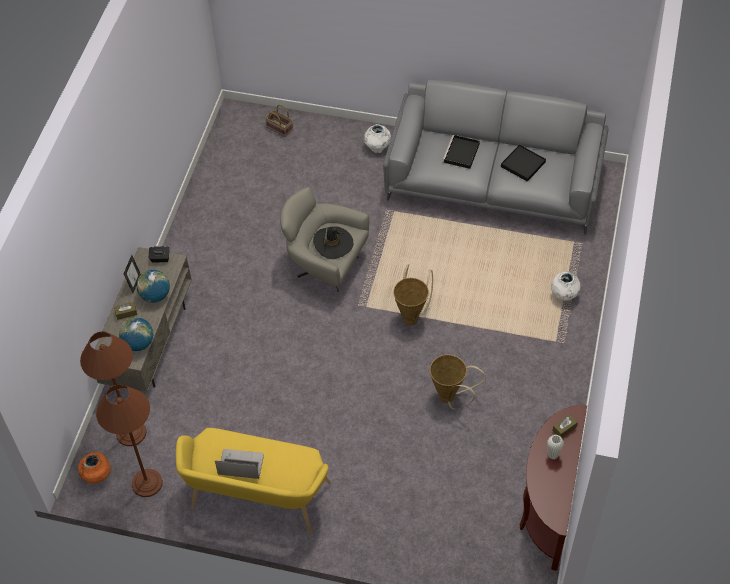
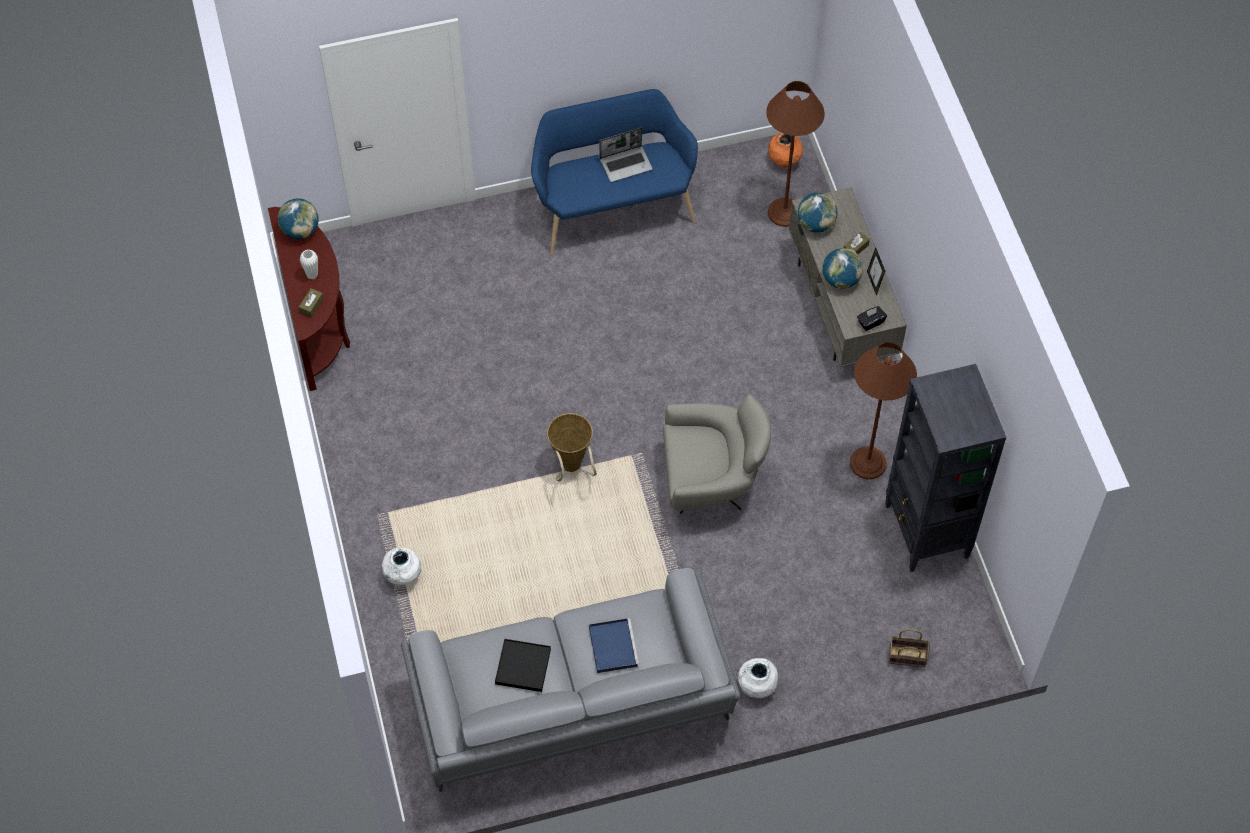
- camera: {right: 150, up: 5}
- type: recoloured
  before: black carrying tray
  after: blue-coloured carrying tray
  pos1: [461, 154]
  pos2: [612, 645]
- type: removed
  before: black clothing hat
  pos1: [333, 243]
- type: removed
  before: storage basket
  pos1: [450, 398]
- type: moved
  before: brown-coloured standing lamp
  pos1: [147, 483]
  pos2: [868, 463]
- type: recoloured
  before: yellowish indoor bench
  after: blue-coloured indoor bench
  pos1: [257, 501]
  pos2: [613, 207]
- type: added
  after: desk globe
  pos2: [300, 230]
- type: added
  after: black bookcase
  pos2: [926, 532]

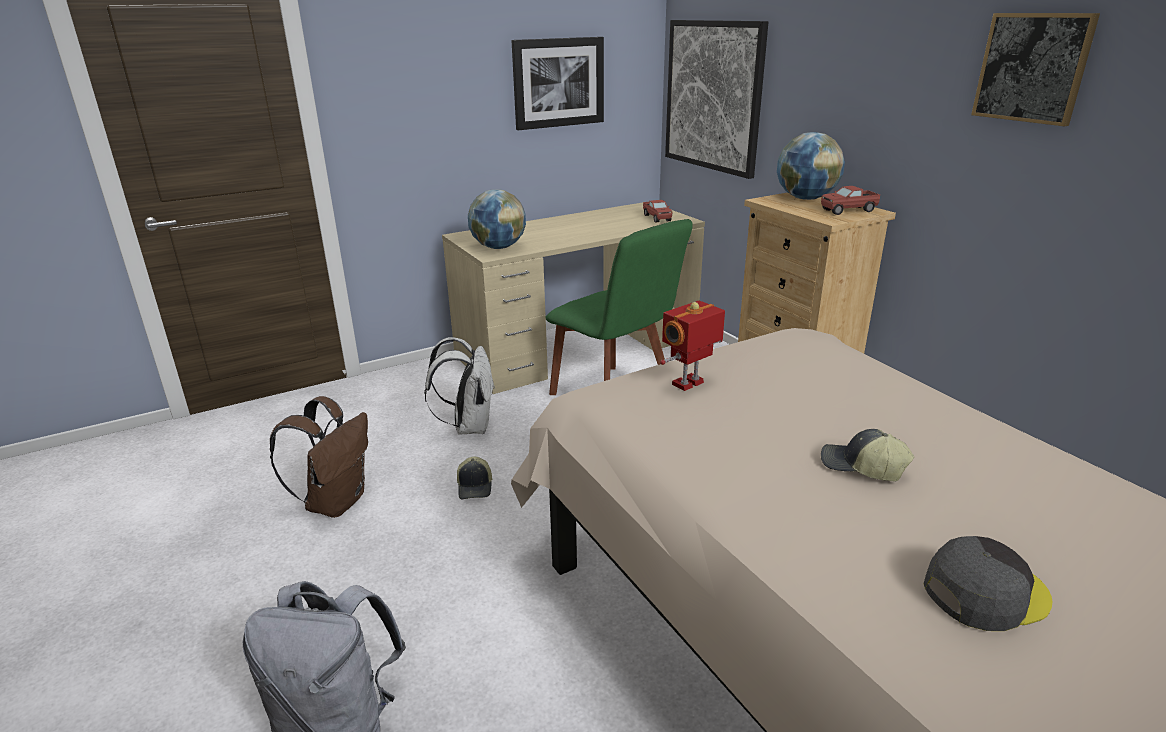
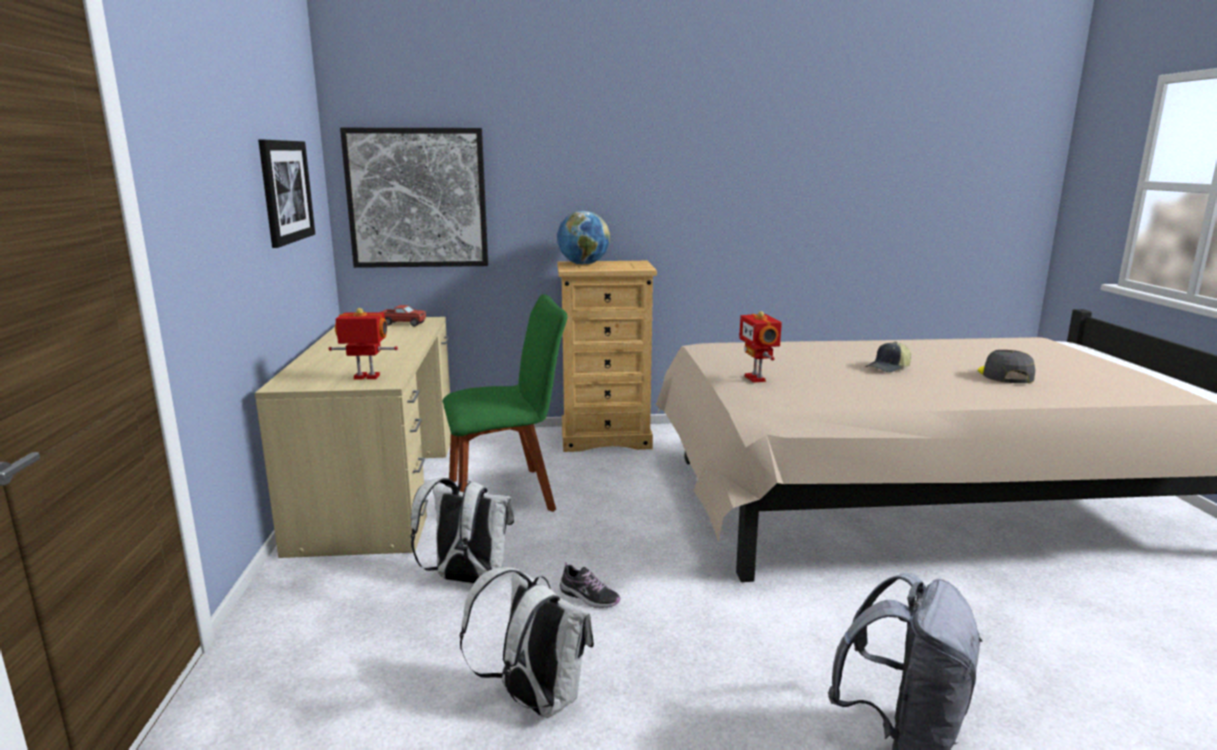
- camera: {right: -65, up: -10}
- type: removed
  before: picture
  pos1: [1032, 68]
- type: removed
  before: model truck
  pos1: [848, 210]
- type: replaced
  before: desk globe
  after: toy robot
  pos1: [498, 247]
  pos2: [366, 377]
- type: recoloured
  before: brown-coloured rucksack
  after: whitish rucksack
  pos1: [336, 501]
  pos2: [534, 699]
- type: replaced
  before: cap
  after: shoe
  pos1: [475, 486]
  pos2: [589, 597]

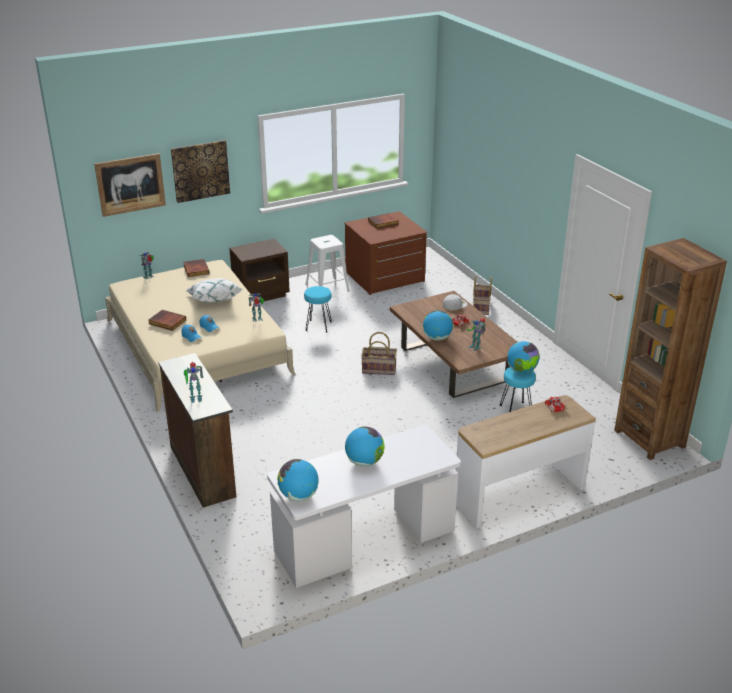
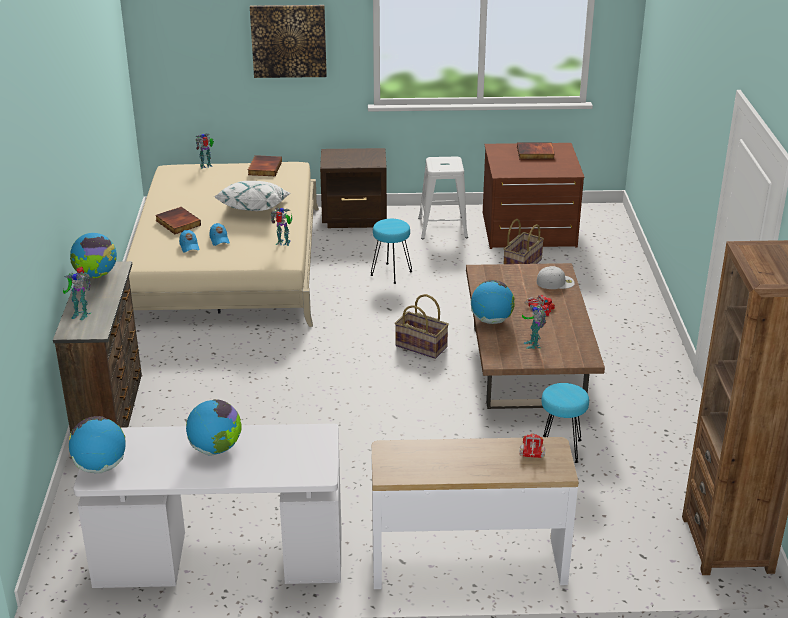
- camera: {right: 25, up: 0}
- type: removed
  before: picture
  pos1: [130, 184]
- type: moved
  before: storage basket
  pos1: [480, 307]
  pos2: [522, 265]
- type: moved
  before: desk globe
  pos1: [522, 370]
  pos2: [96, 275]

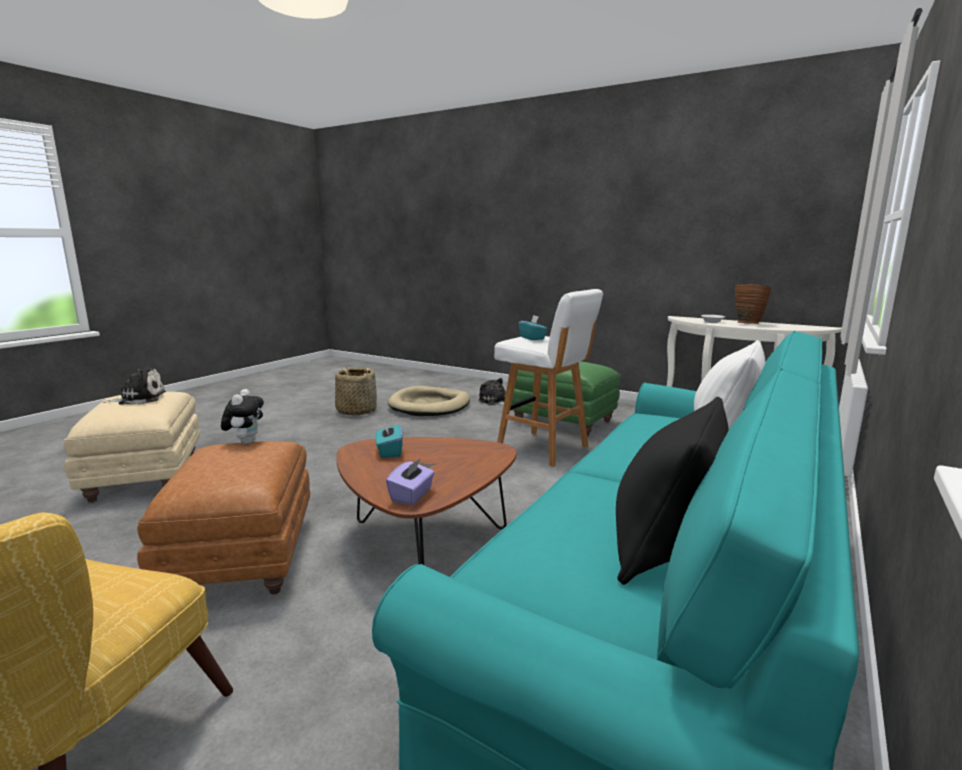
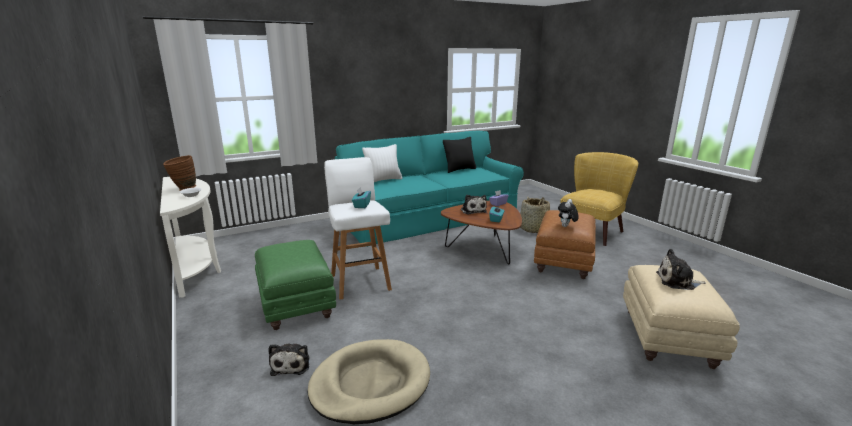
- camera: {right: -150, up: 5}
- type: moved
  before: storage basket
  pos1: [356, 411]
  pos2: [534, 229]
- type: added
  after: cuddly toy
  pos2: [473, 210]

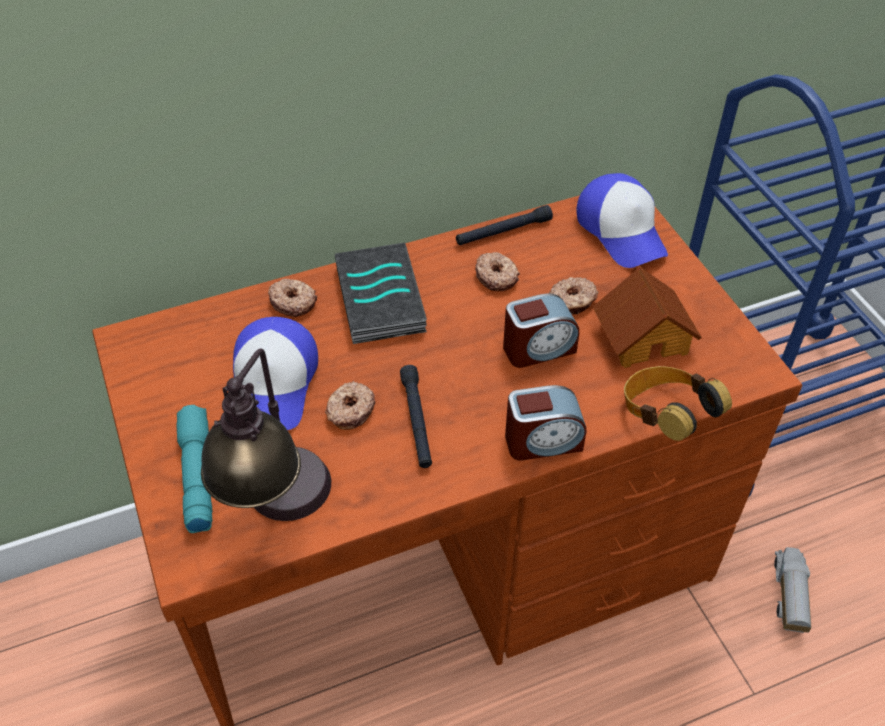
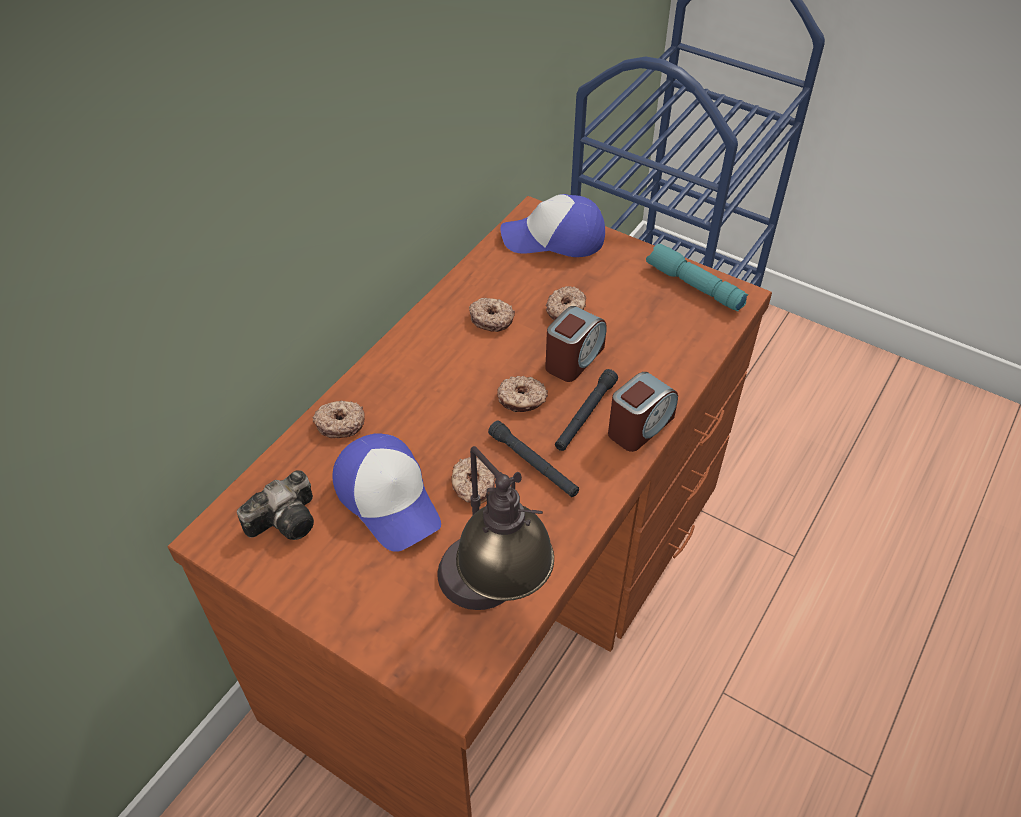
- camera: {right: -35, up: 0}
- type: turned
  before: cap
  pos1: [621, 231]
  pos2: [554, 238]
  turn: 150
- type: moved
  before: black hand torch
  pos1: [503, 232]
  pos2: [585, 415]
- type: removed
  before: volume
  pos1: [382, 300]
- type: removed
  before: miniature house
  pos1: [643, 336]
- type: removed
  before: pair of headphones
  pos1: [665, 416]
- type: moved
  before: turquoise-coloured hand torch
  pos1: [196, 474]
  pos2: [693, 286]
- type: removed
  before: model truck
  pos1: [788, 596]
- type: added
  after: doughnut
  pos2: [522, 400]
- type: added
  after: still camera
  pos2: [288, 518]

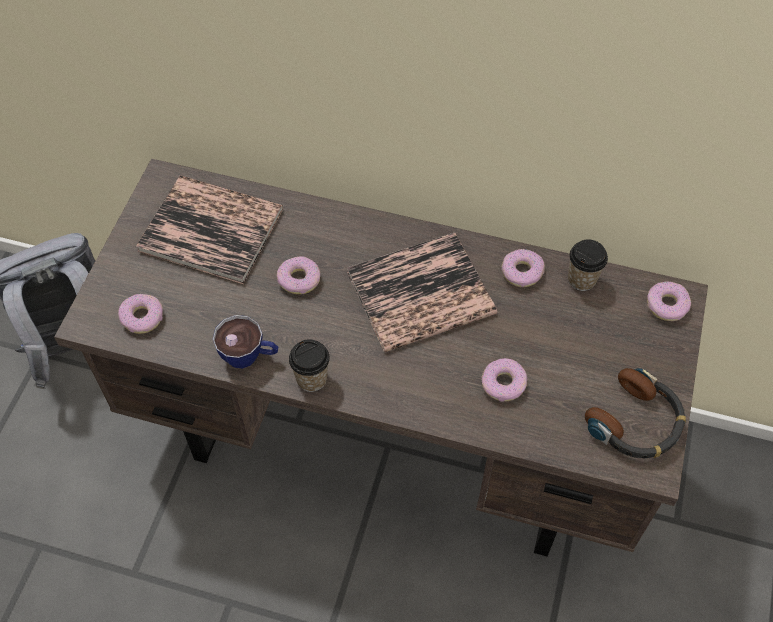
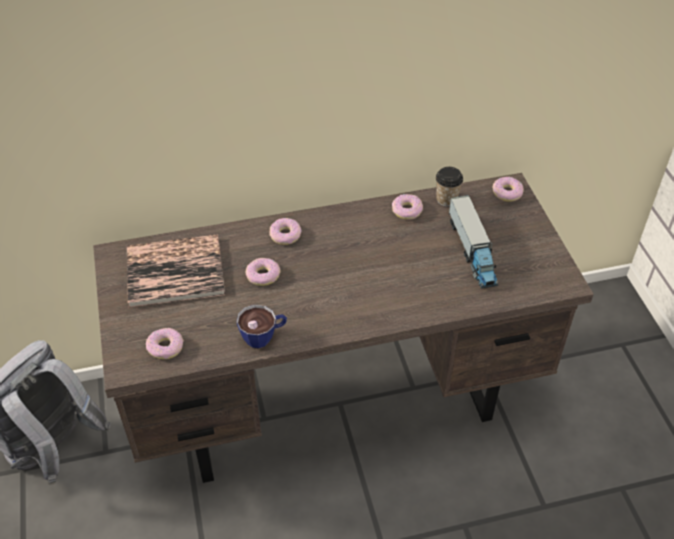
- camera: {right: -30, up: -10}
- type: removed
  before: volume
  pos1: [421, 293]
- type: removed
  before: drinking cup
  pos1: [311, 379]
- type: moved
  before: doughnut
  pos1: [503, 384]
  pos2: [285, 235]
- type: removed
  before: pair of headphones
  pos1: [636, 423]
- type: added
  after: model truck
  pos2: [472, 251]

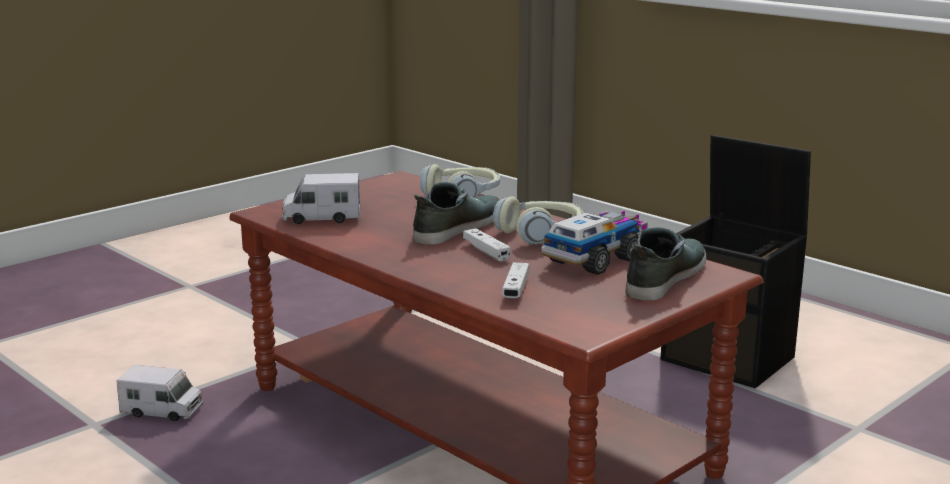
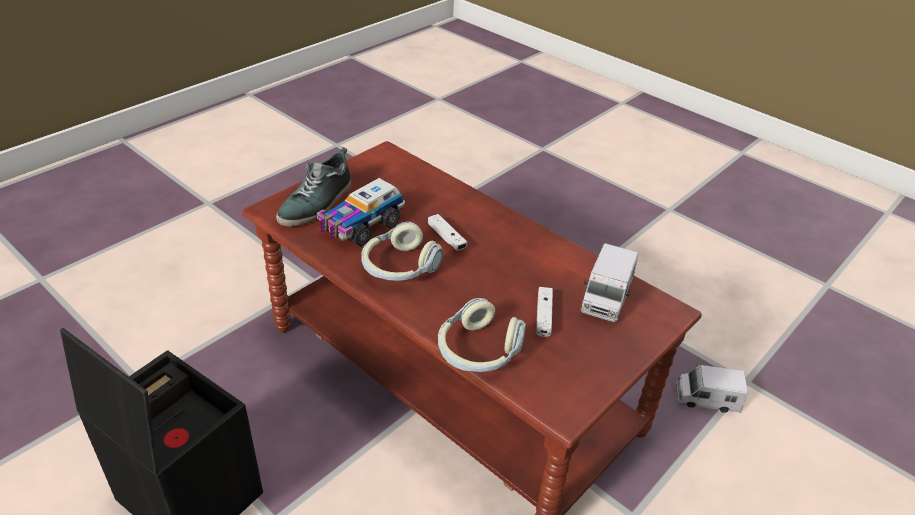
- camera: {right: 175, up: 20}
- type: turned
  before: model truck
  pos1: [322, 218]
  pos2: [606, 298]
  turn: 120
- type: removed
  before: shoe
  pos1: [457, 227]
- type: moved
  before: whitish game controller
  pos1: [515, 289]
  pos2: [543, 316]

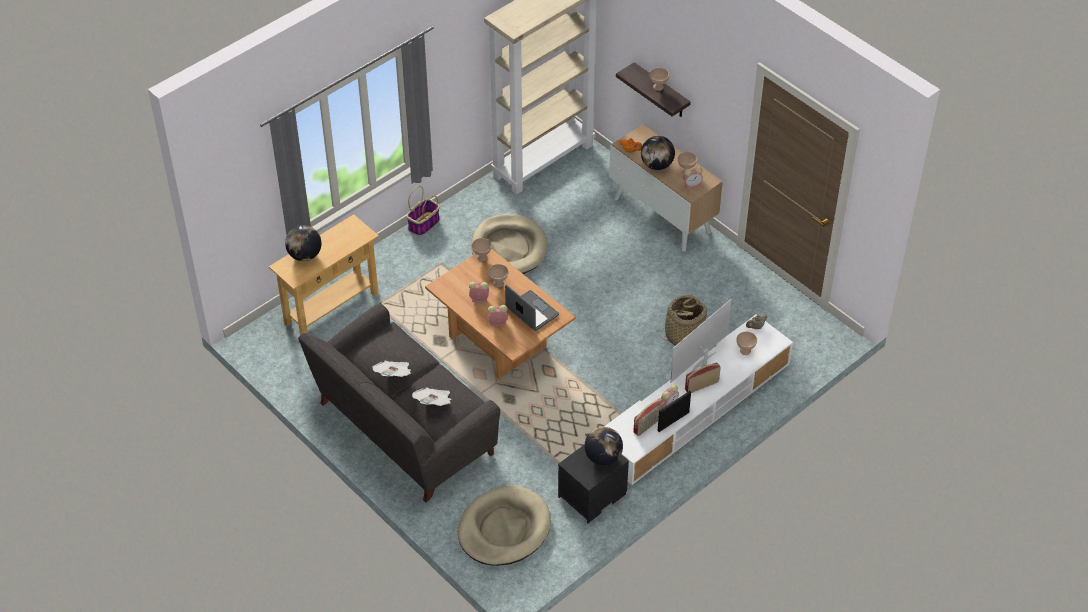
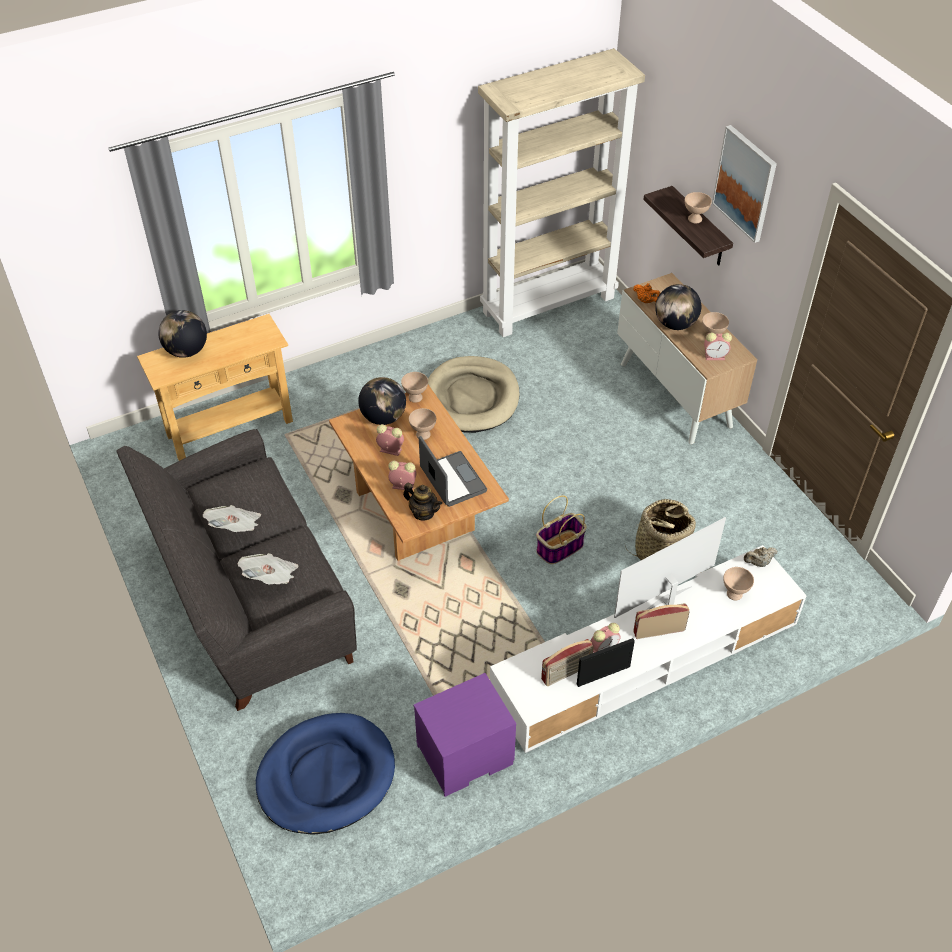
- camera: {right: 15, up: 0}
- type: moved
  before: storage basket
  pos1: [423, 224]
  pos2: [559, 548]
- type: moved
  before: desk globe
  pos1: [603, 457]
  pos2: [383, 417]
- type: recoloured
  before: black bedside table
  after: purple bedside table
  pos1: [592, 497]
  pos2: [464, 757]
- type: recoloured
  before: beige pet bed
  after: blue-coloured pet bed
  pos1: [504, 529]
  pos2: [326, 776]
- type: added
  after: picture
  pos2: [745, 183]
- type: added
  after: teapot
  pos2: [423, 513]

